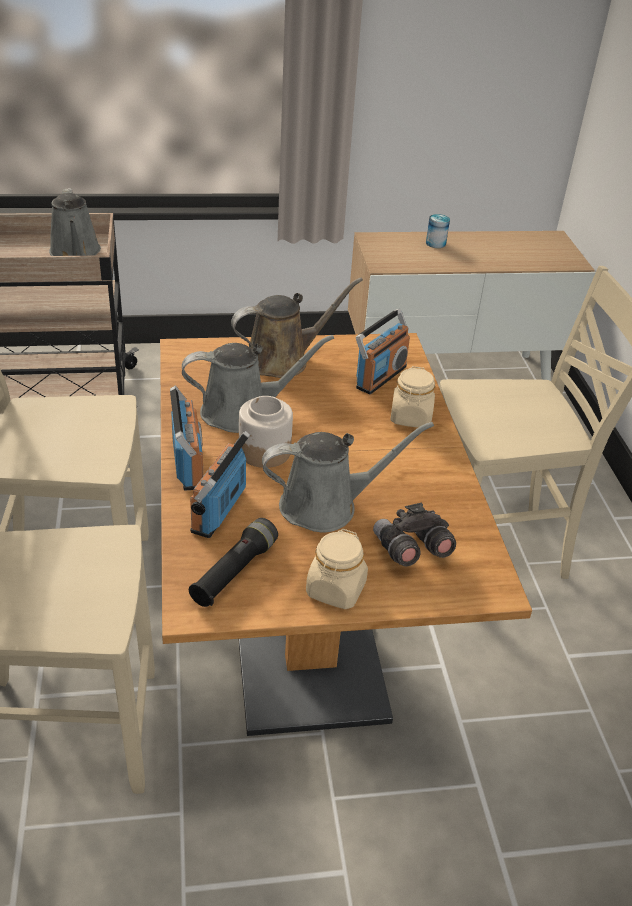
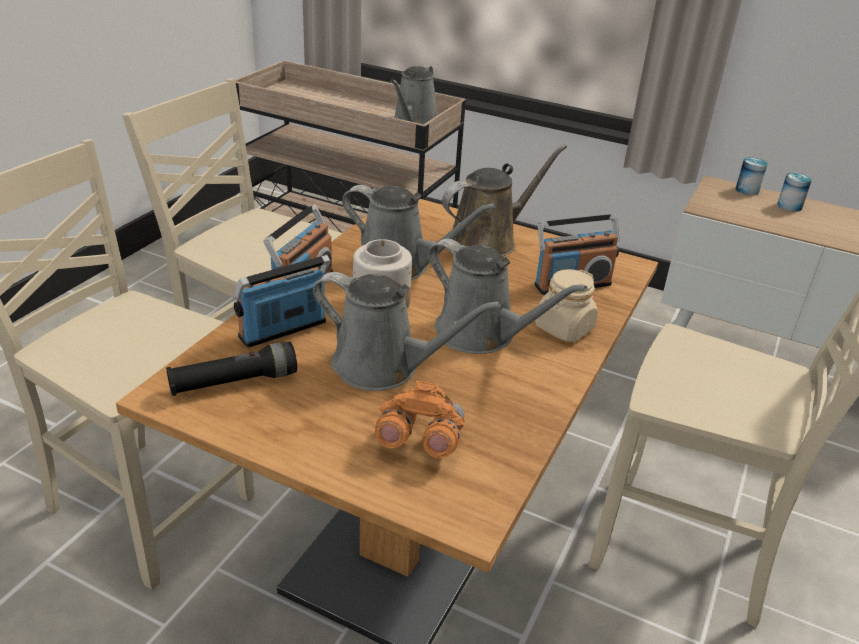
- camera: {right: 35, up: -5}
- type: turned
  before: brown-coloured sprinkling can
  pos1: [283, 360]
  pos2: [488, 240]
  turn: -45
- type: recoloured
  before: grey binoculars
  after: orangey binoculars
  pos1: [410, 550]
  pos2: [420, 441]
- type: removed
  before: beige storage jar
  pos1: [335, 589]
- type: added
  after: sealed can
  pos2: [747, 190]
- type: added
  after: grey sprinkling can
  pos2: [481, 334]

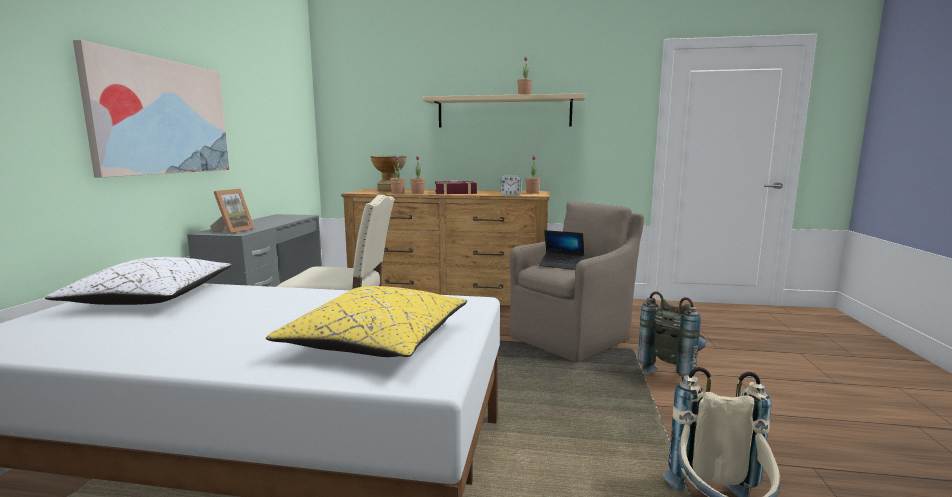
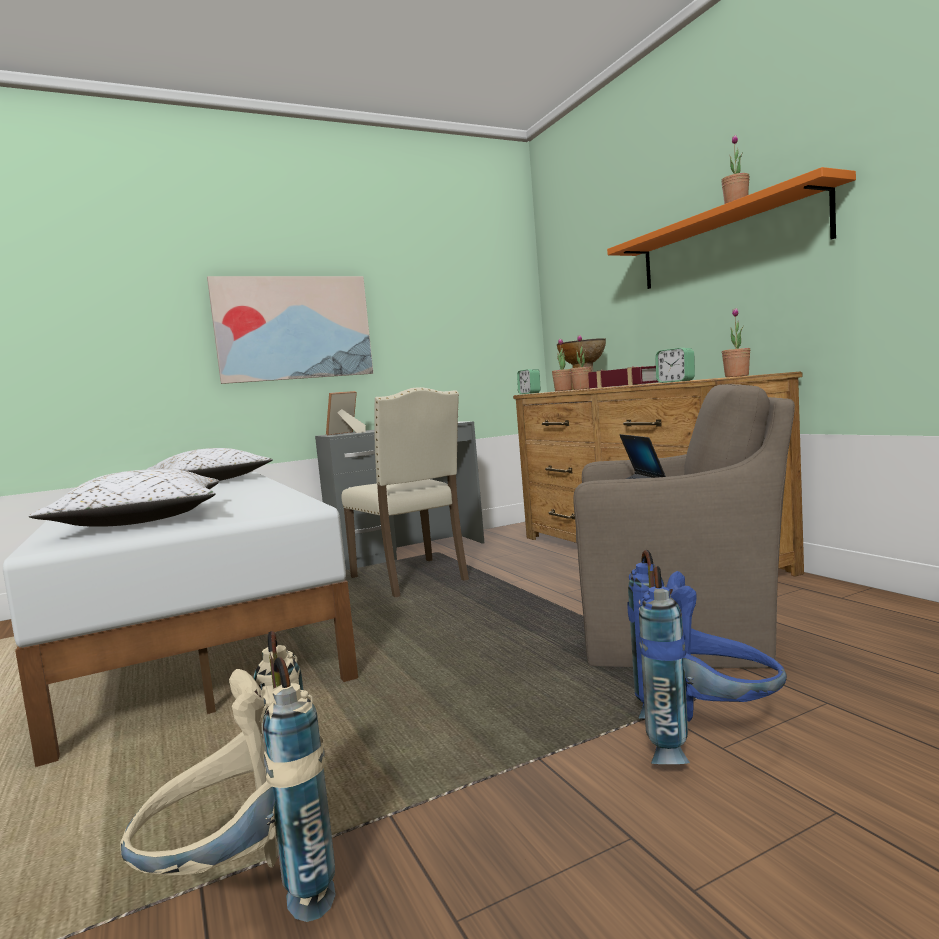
- camera: {right: 55, up: -5}
- type: recoloured
  before: beige bracket shelf
  after: orangey bracket shelf
  pos1: [504, 112]
  pos2: [726, 242]
- type: turned
  before: standing frame
  pos1: [233, 231]
  pos2: [346, 433]
  turn: 150
- type: recoloured
  before: yellowish cushion
  after: whitish cushion
  pos1: [376, 342]
  pos2: [141, 521]
- type: recoloured
  before: grey rucksack
  after: blue-coloured rucksack
  pos1: [672, 372]
  pos2: [706, 740]
- type: added
  after: bedside clock
  pos2: [529, 393]

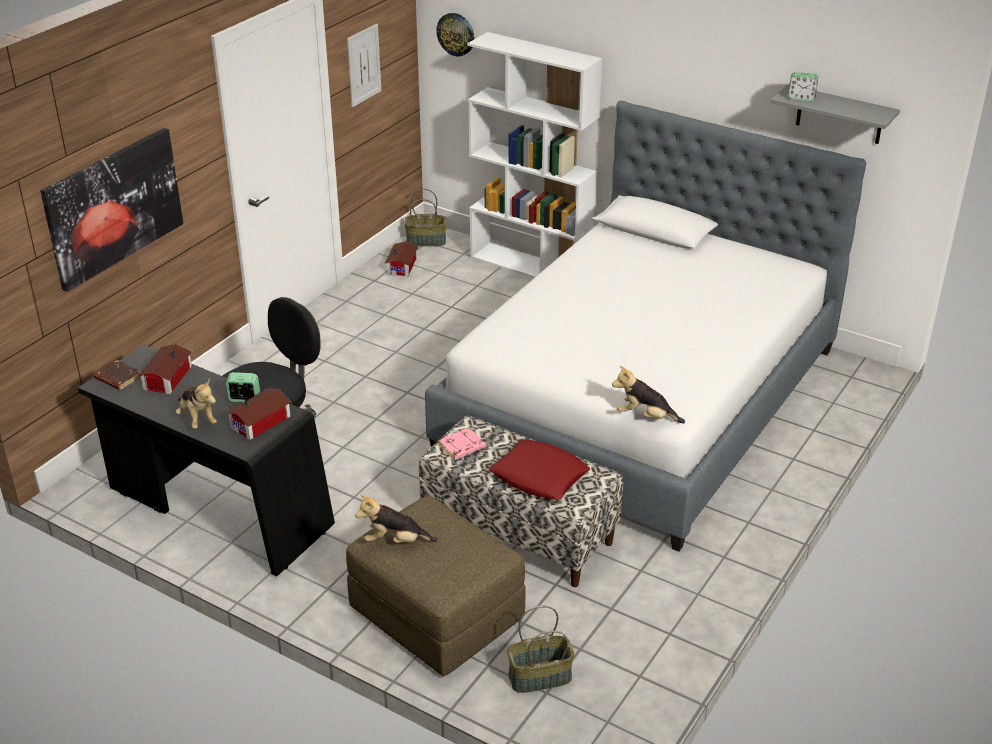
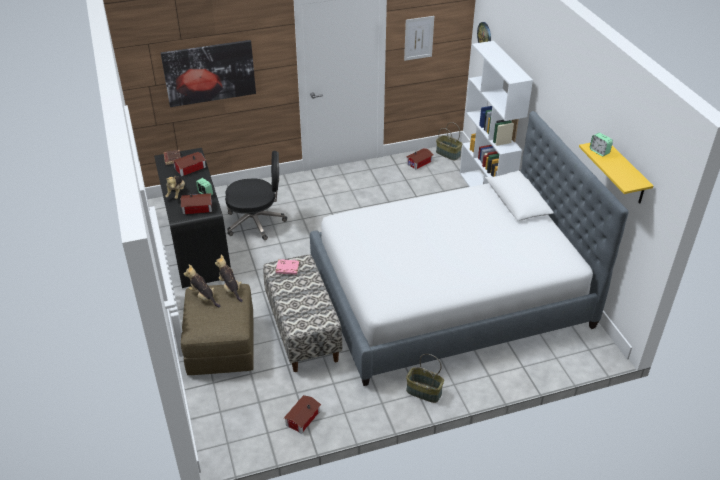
- camera: {right: 40, up: 5}
- type: recoloured
  before: grey bracket shelf
  after: yellowish bracket shelf
  pos1: [839, 115]
  pos2: [626, 173]
- type: moved
  before: cuddly toy
  pos1: [645, 417]
  pos2: [230, 289]
- type: removed
  before: reddish cushion
  pos1: [539, 476]
- type: moved
  before: storage basket
  pos1: [539, 678]
  pos2: [423, 392]
- type: added
  after: miniature house
  pos2: [301, 418]

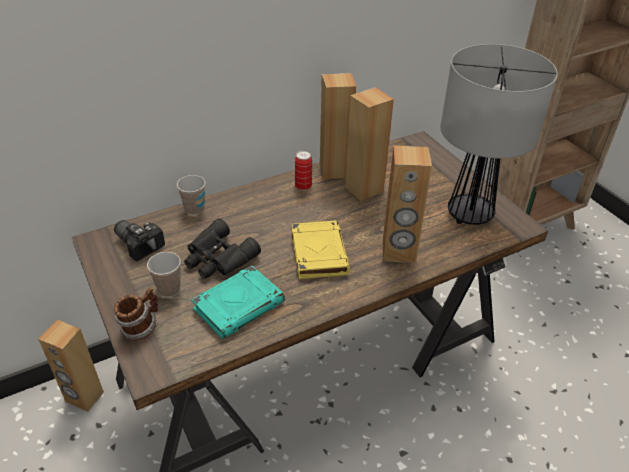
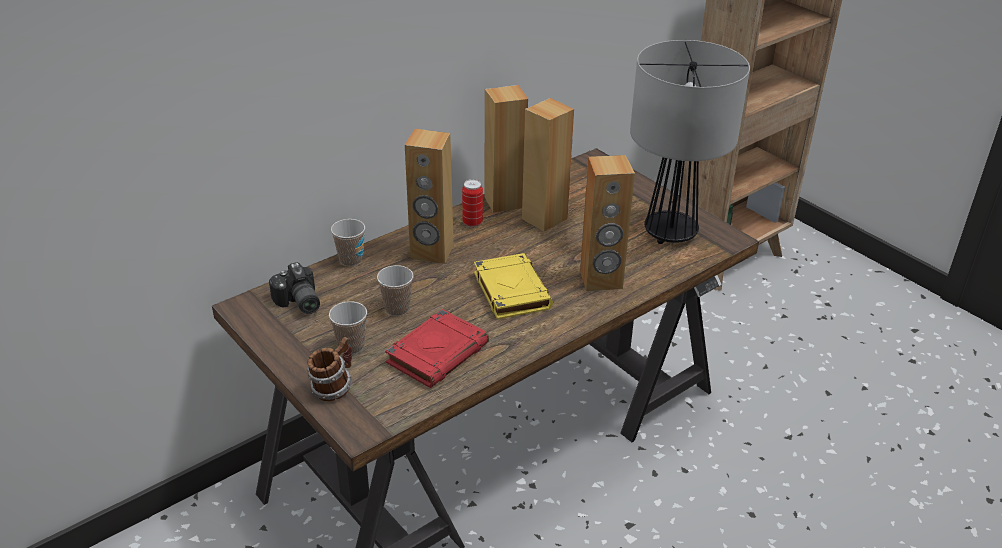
- camera: {right: -10, up: -5}
- type: replaced
  before: black binoculars
  after: drinking cup
  pos1: [218, 258]
  pos2: [397, 309]
- type: turned
  before: still camera
  pos1: [139, 243]
  pos2: [298, 303]
  turn: -150
- type: recoloured
  before: turquoise-coloured volume
  after: reddish volume
  pos1: [239, 305]
  pos2: [438, 353]
- type: moved
  before: brown-coloured audio speaker
  pos1: [84, 397]
  pos2: [432, 252]

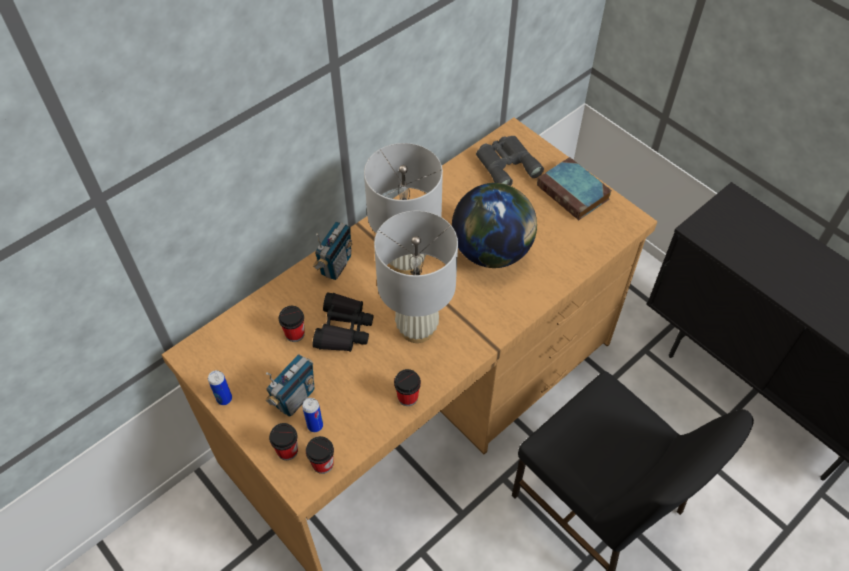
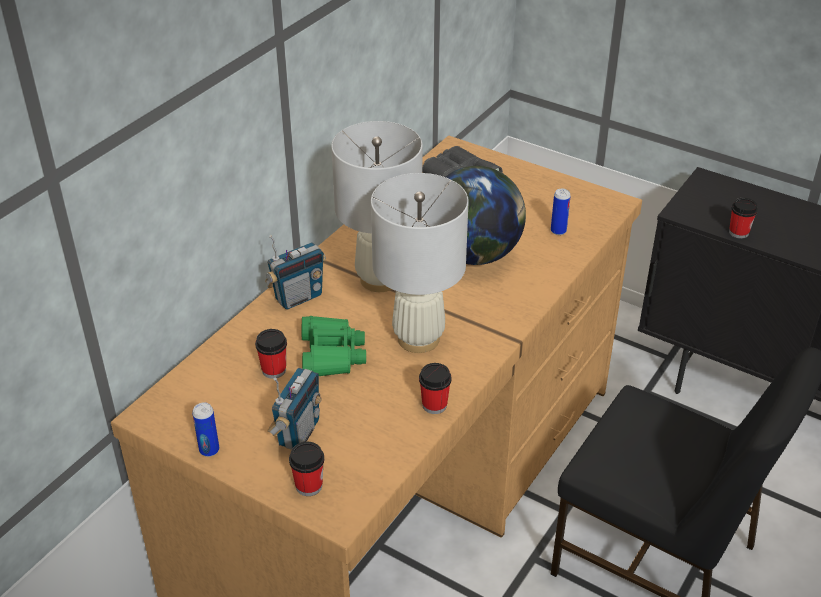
- camera: {right: -15, up: -15}
- type: removed
  before: volume
  pos1: [574, 193]
- type: turned
  before: radio set
  pos1: [335, 265]
  pos2: [298, 297]
  turn: 45
- type: recoloured
  before: black binoculars
  after: green binoculars
  pos1: [343, 329]
  pos2: [331, 355]
- type: moved
  before: sealed can
  pos1: [315, 425]
  pos2: [558, 231]
- type: moved
  before: drinking cup
  pos1: [323, 463]
  pos2: [738, 232]

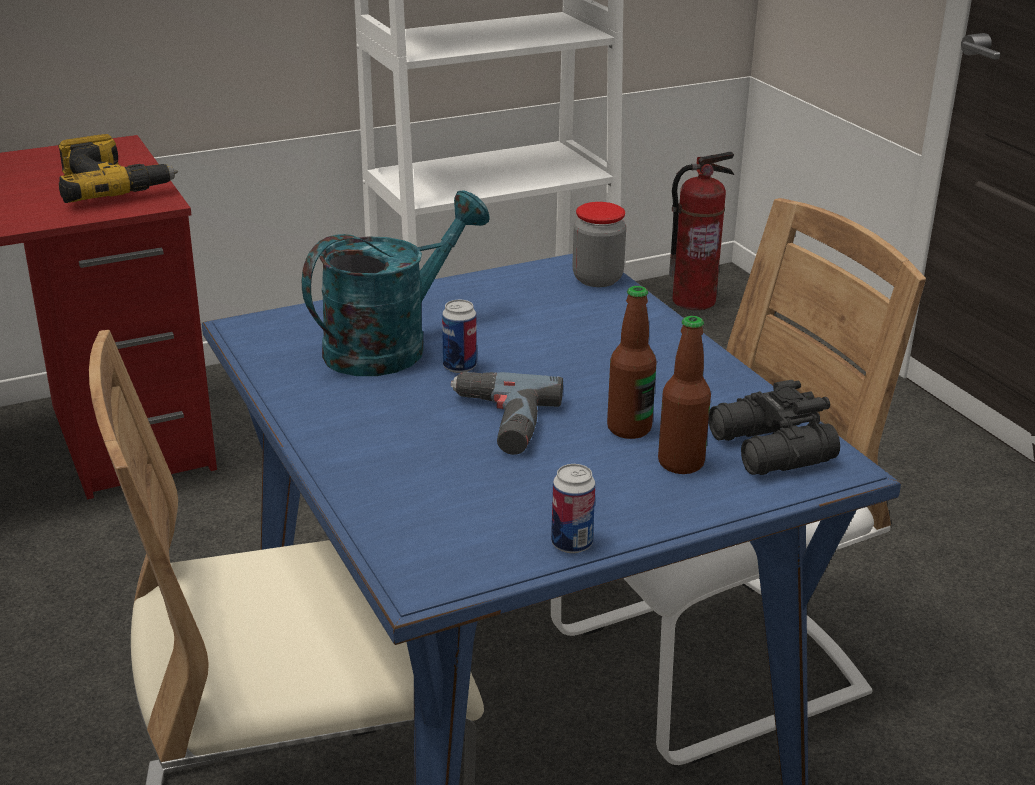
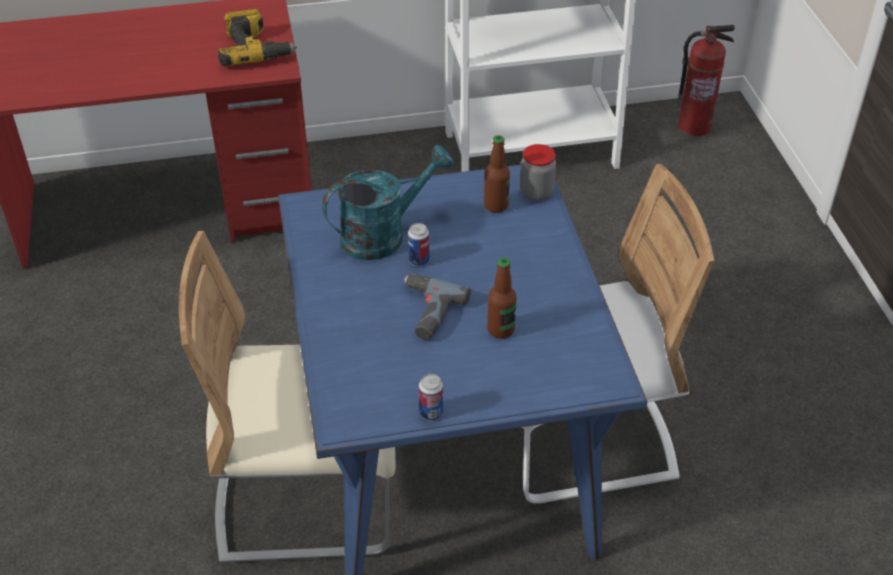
- camera: {right: 15, up: 15}
- type: moved
  before: beverage bottle
  pos1: [681, 463]
  pos2: [496, 205]
- type: removed
  before: black binoculars
  pos1: [769, 450]

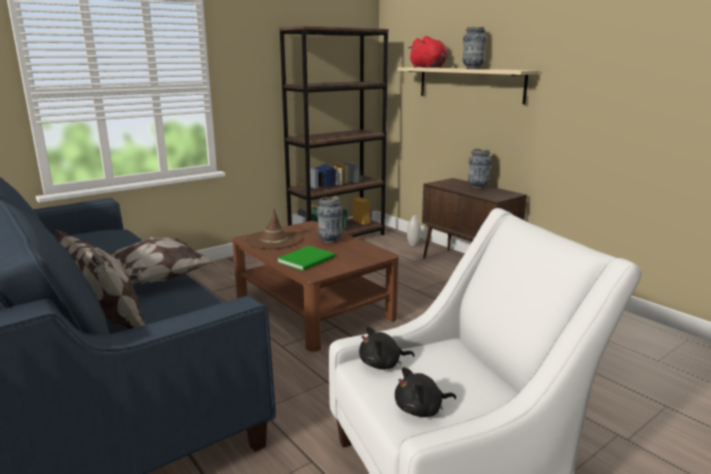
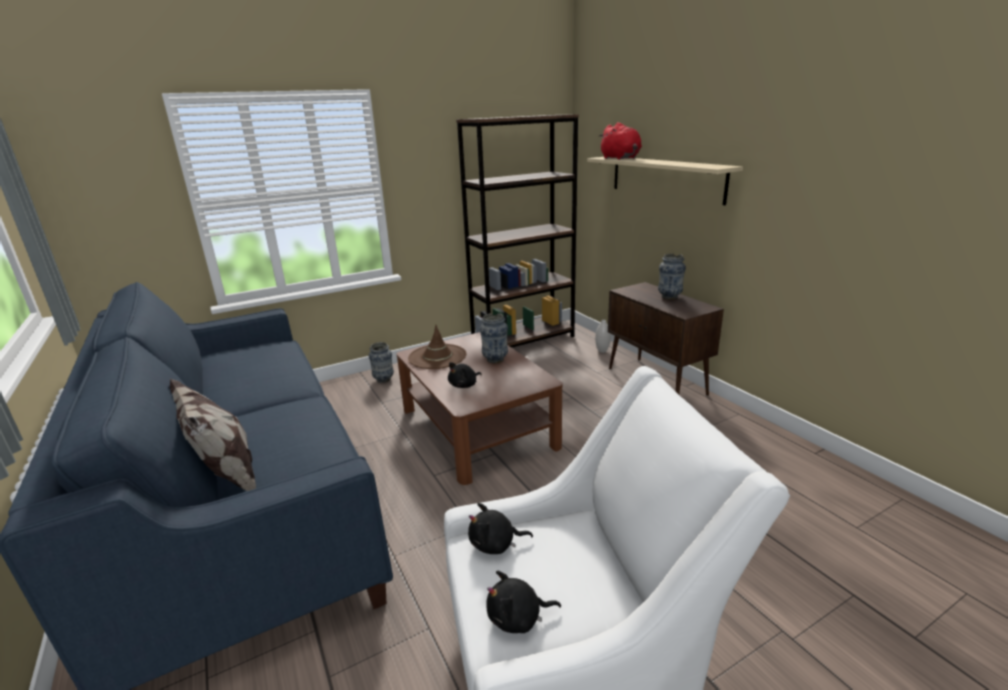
- camera: {right: 10, up: 5}
- type: moved
  before: vase
  pos1: [472, 68]
  pos2: [383, 379]
- type: removed
  before: cushion
  pos1: [157, 280]
- type: replaced
  before: green volume
  after: black cuddly toy
  pos1: [308, 259]
  pos2: [464, 385]

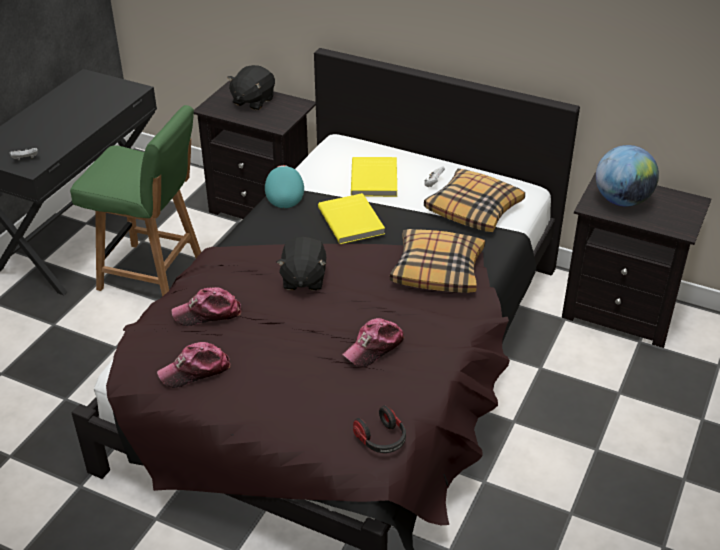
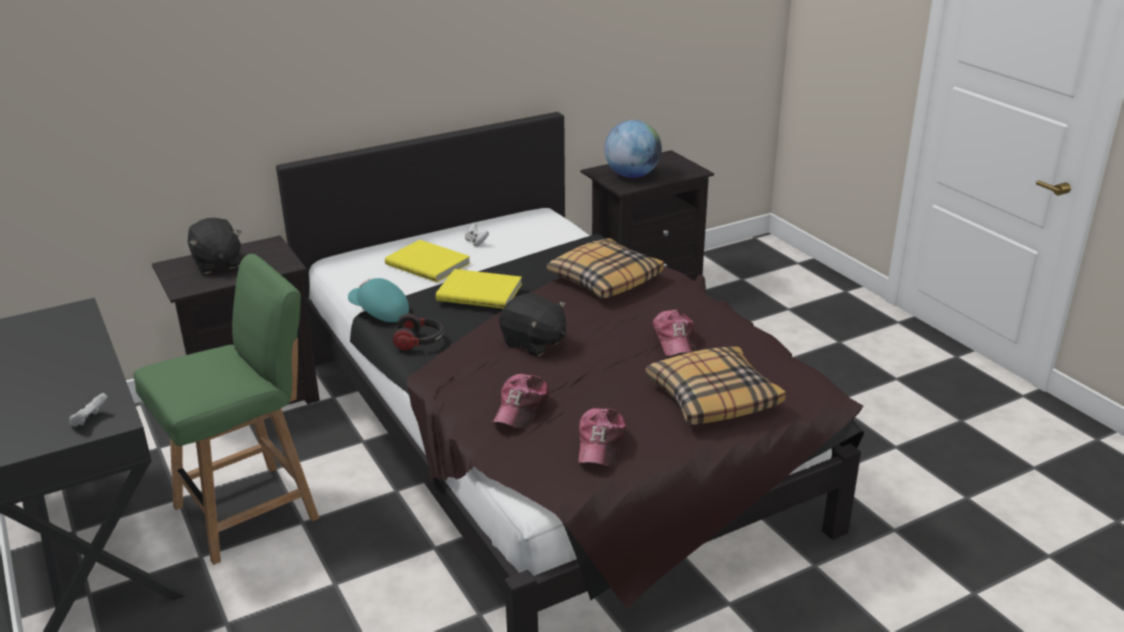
- camera: {right: -55, up: -10}
- type: moved
  before: cushion
  pos1: [474, 209]
  pos2: [712, 397]
- type: moved
  before: pair of headphones
  pos1: [381, 440]
  pos2: [419, 342]

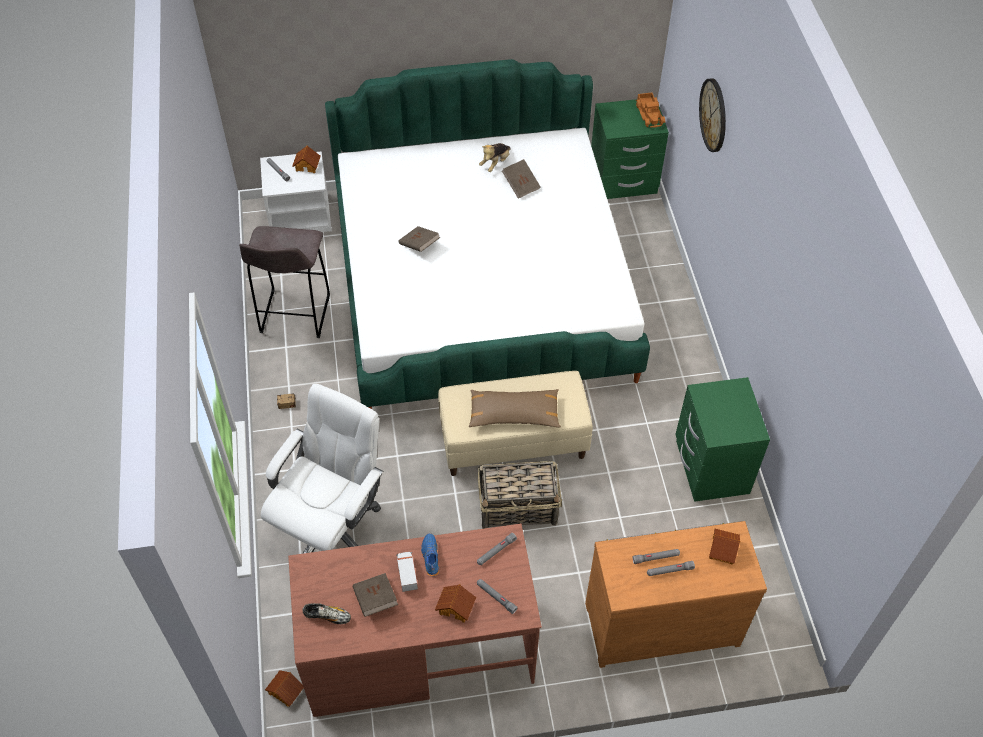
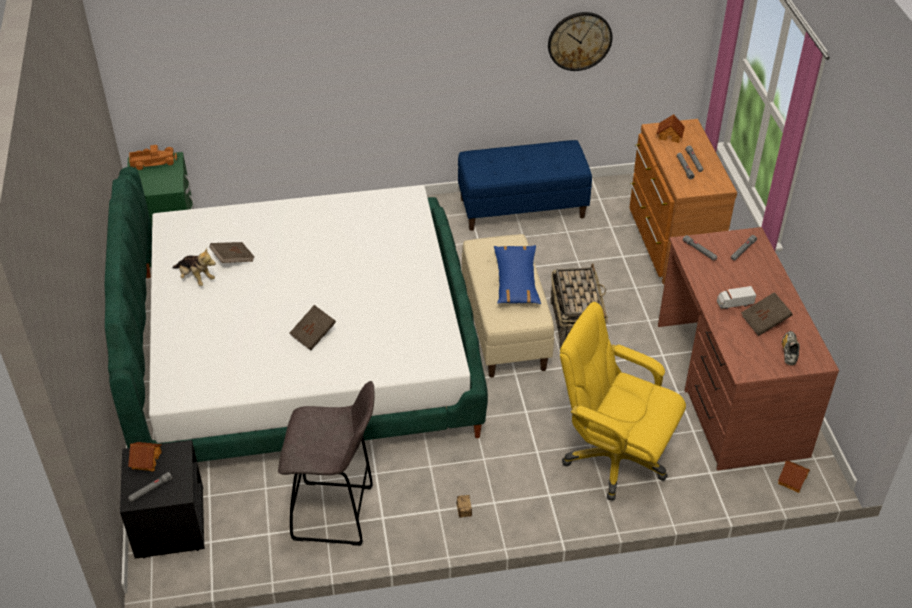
- camera: {right: -90, up: -10}
- type: moved
  before: clock on the wall
  pos1: [714, 115]
  pos2: [579, 41]
- type: recoloured
  before: whitish bedside table
  after: black bedside table
  pos1: [300, 215]
  pos2: [169, 522]
- type: replaced
  before: green bedside table
  after: blue-coloured indoor bench
  pos1: [710, 467]
  pos2: [522, 207]
- type: recoloured
  before: whitish office chair
  after: yellowish office chair
  pos1: [331, 526]
  pos2: [613, 458]
- type: recoloured
  before: brown-coloured cushion
  after: blue-coloured cushion
  pos1: [514, 414]
  pos2: [516, 281]
- type: removed
  before: blue-coloured shoe
  pos1: [430, 557]
- type: removed
  before: miniature house
  pos1: [456, 607]

